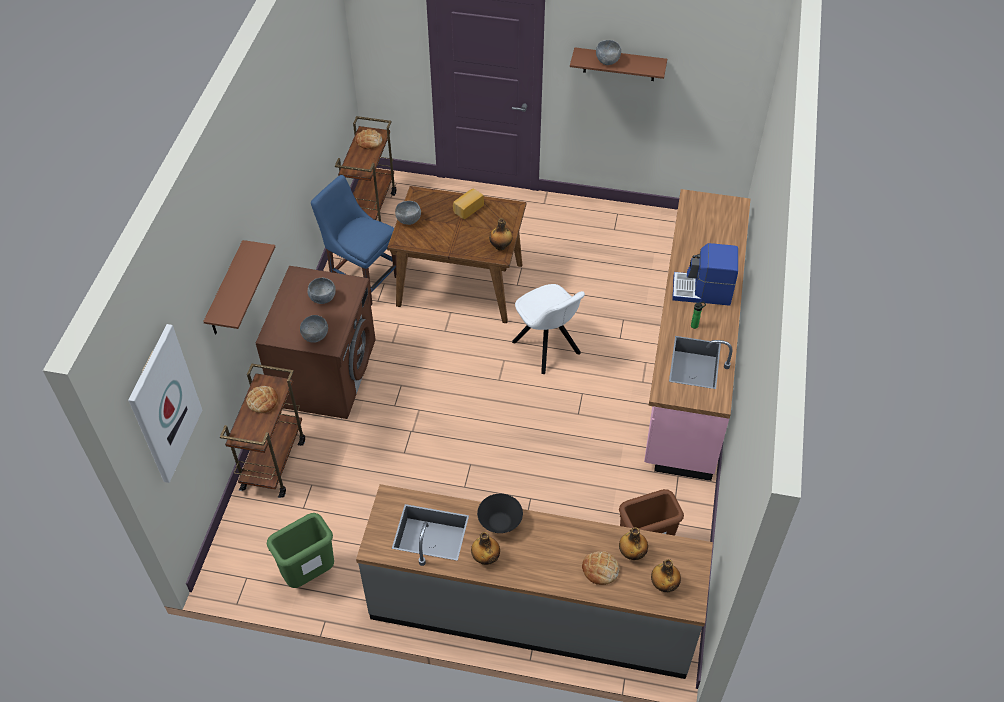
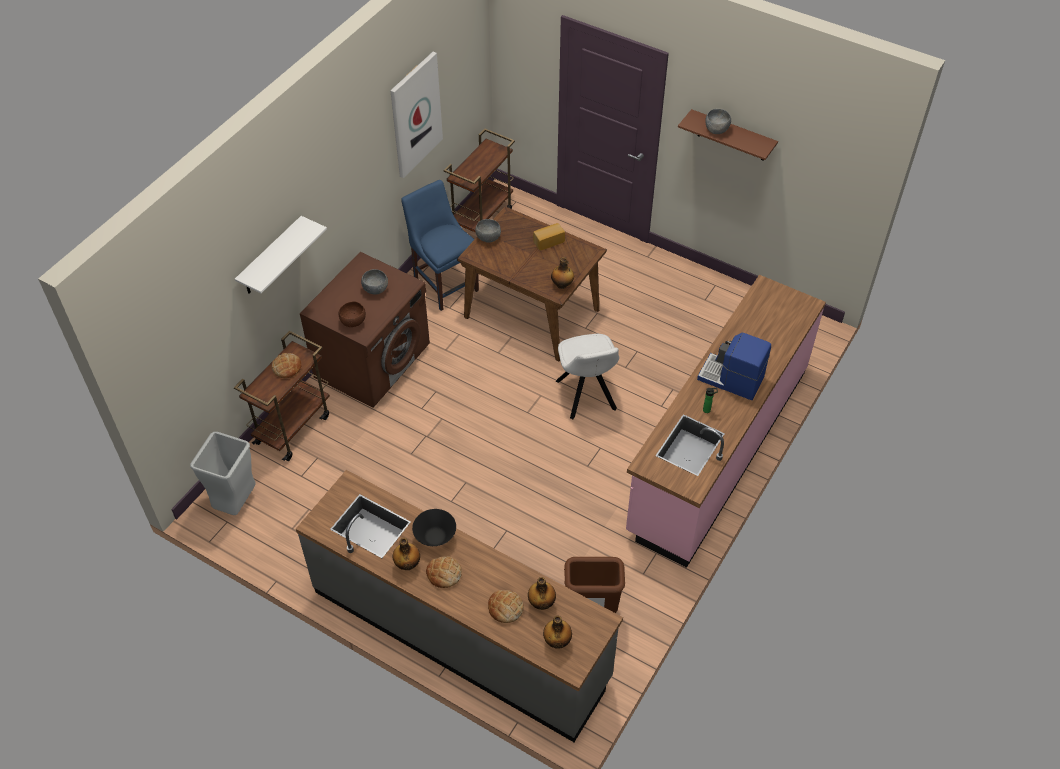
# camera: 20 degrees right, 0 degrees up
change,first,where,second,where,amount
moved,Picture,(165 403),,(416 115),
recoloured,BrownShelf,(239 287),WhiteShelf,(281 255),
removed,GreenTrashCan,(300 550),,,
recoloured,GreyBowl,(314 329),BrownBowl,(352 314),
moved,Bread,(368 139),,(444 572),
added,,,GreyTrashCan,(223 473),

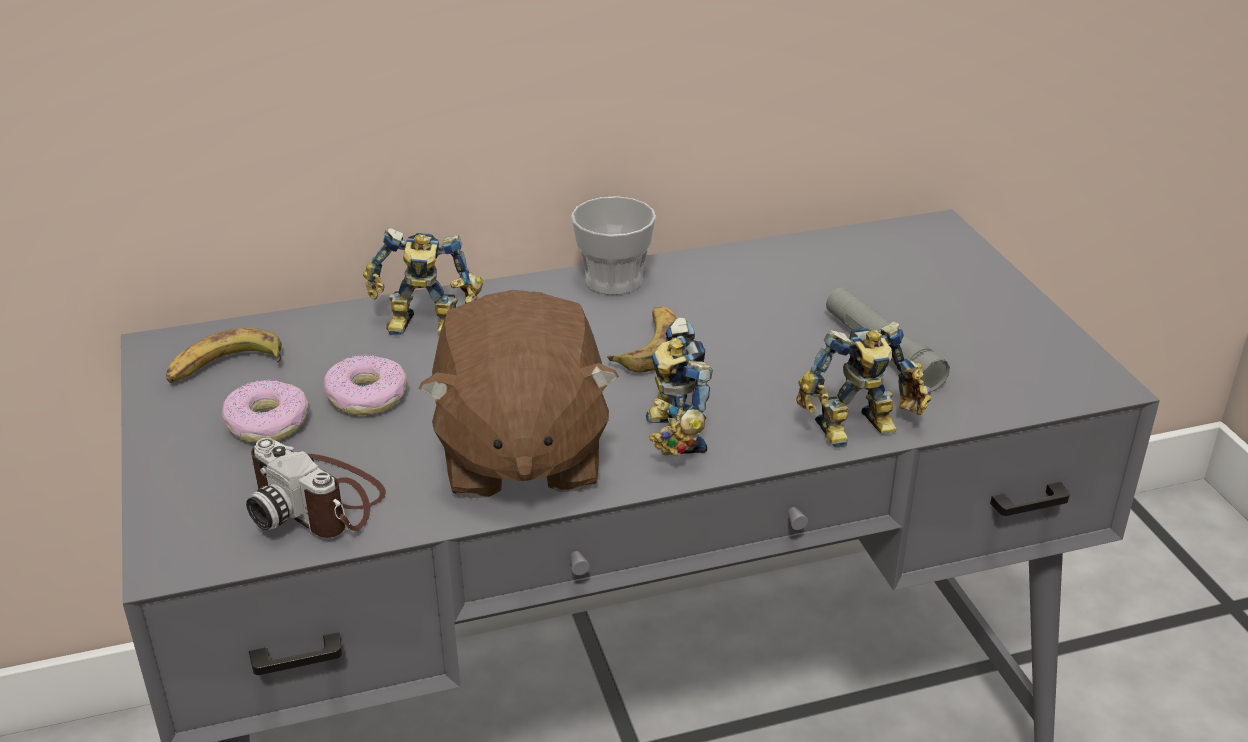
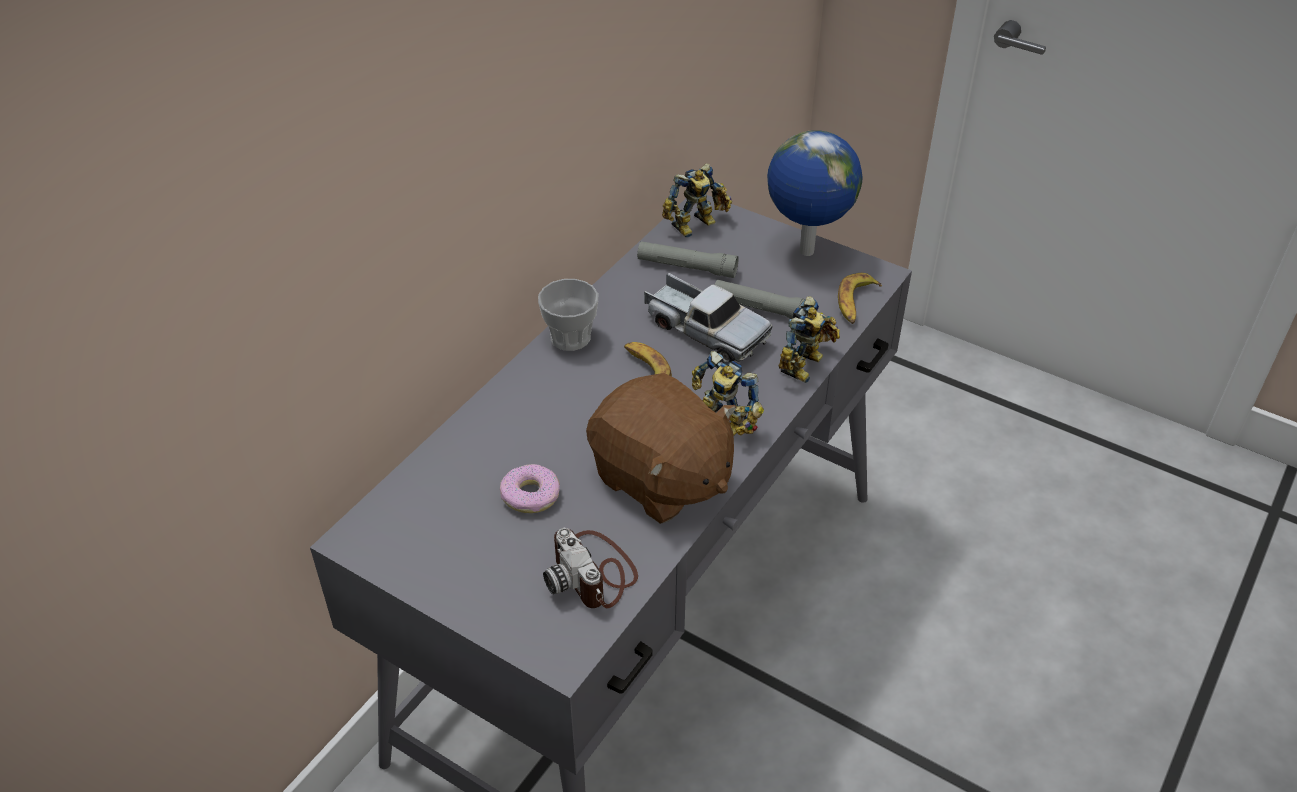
# camera: 40 degrees left, 10 degrees up
change,first,where,second,where,amount
moved,Banana,(224 355),,(860 298),
removed,Donut,(265 411),,,
turned,PhotoCamera,(316 488),,(590 568),60 degrees clockwise
moved,ToyRobot,(423 282),,(697 200),
added,,,GreyFlashlight,(688 259),
added,,,ToyTruck,(708 318),
added,,,Globe,(814 193),

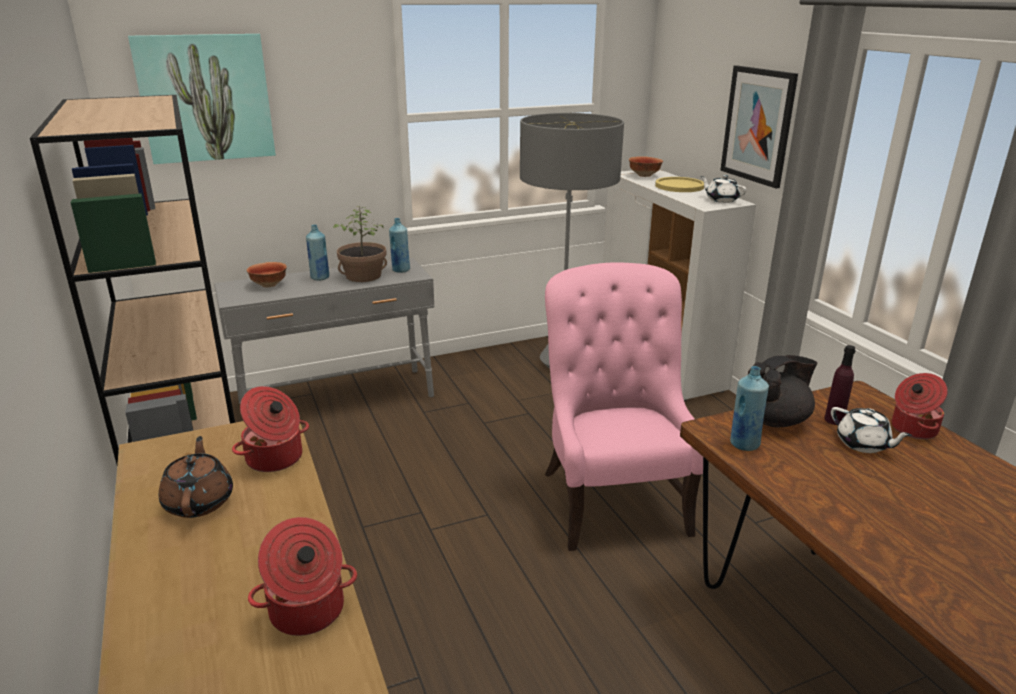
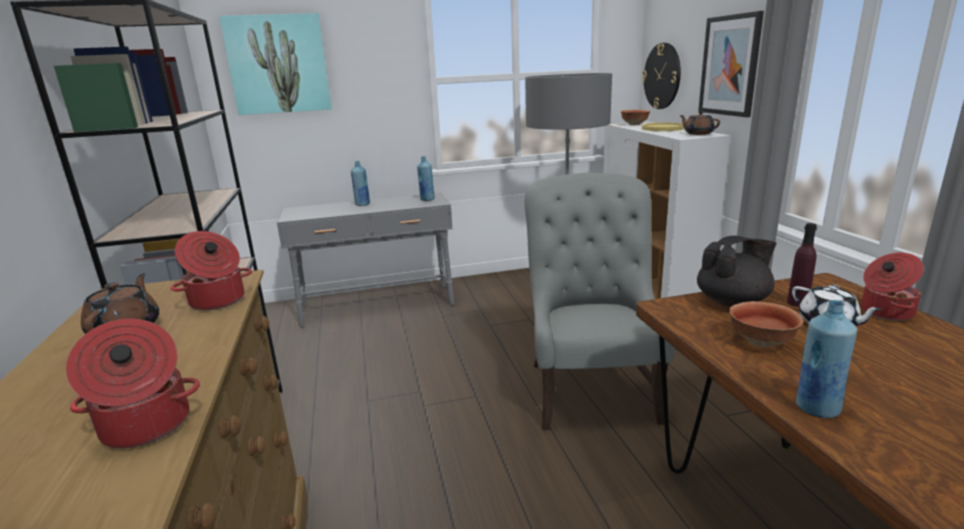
# camera: 10 degrees right, 5 degrees down
change,first,where,second,where,amount
moved,Bowl,(267 274),,(766 324),
removed,PottedPlant,(360 244),,,
recoloured,PinkChair,(624 407),GreyChair,(600 301),
recoloured,WhiteTeapot,(723 189),BrownTeapot,(699 123),
moved,BlueBottle,(749 408),,(826 359),
added,,,WallClock,(661 76),

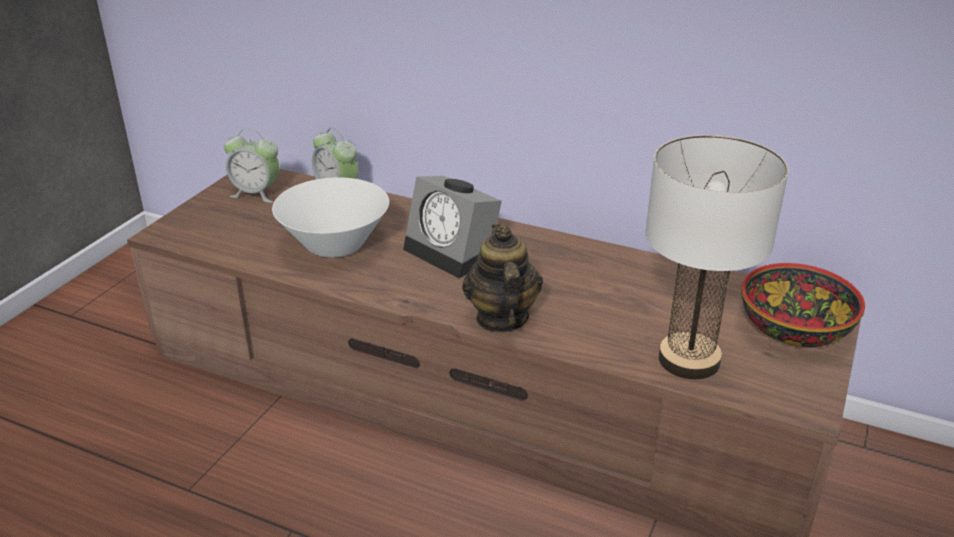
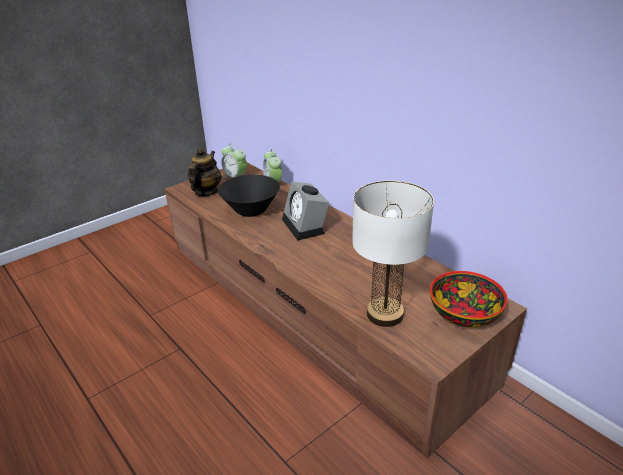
# camera: 25 degrees right, 0 degrees up
change,first,where,second,where,amount
recoloured,WhiteBowl,(330 217),BlackBowl,(249 196),
moved,Teapot,(502 278),,(205 172),

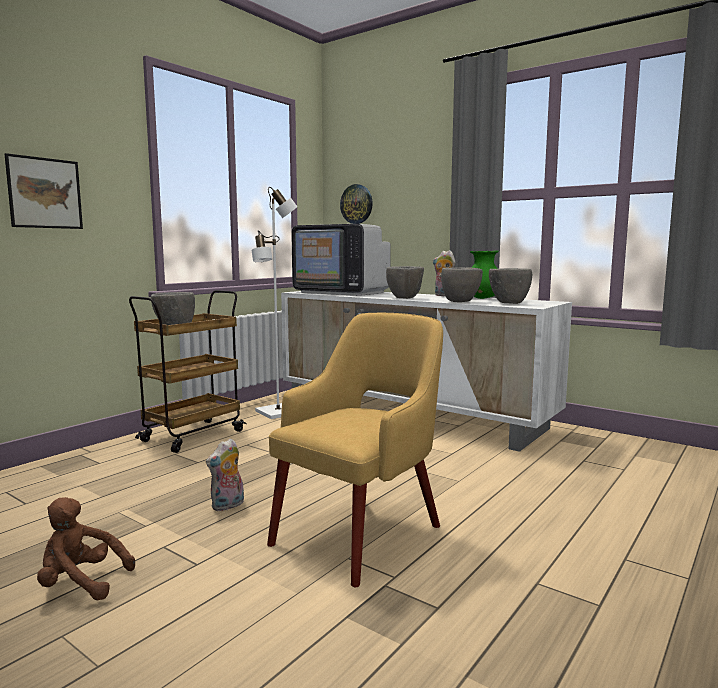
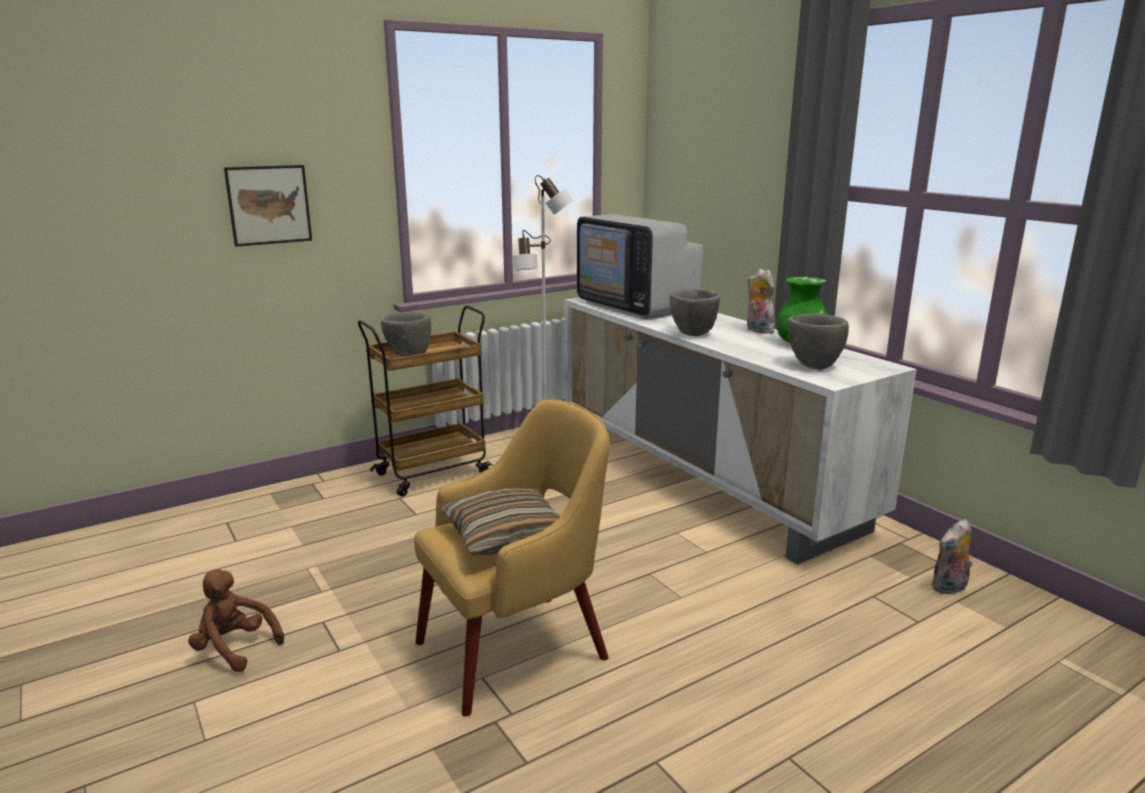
# camera: 20 degrees right, 10 degrees up
change,first,where,second,where,amount
moved,PlushToy,(225 474),,(952 556),
removed,WallClock,(356 204),,,
removed,GreyBowl,(462 284),,,
added,,,Pillow,(500 522),

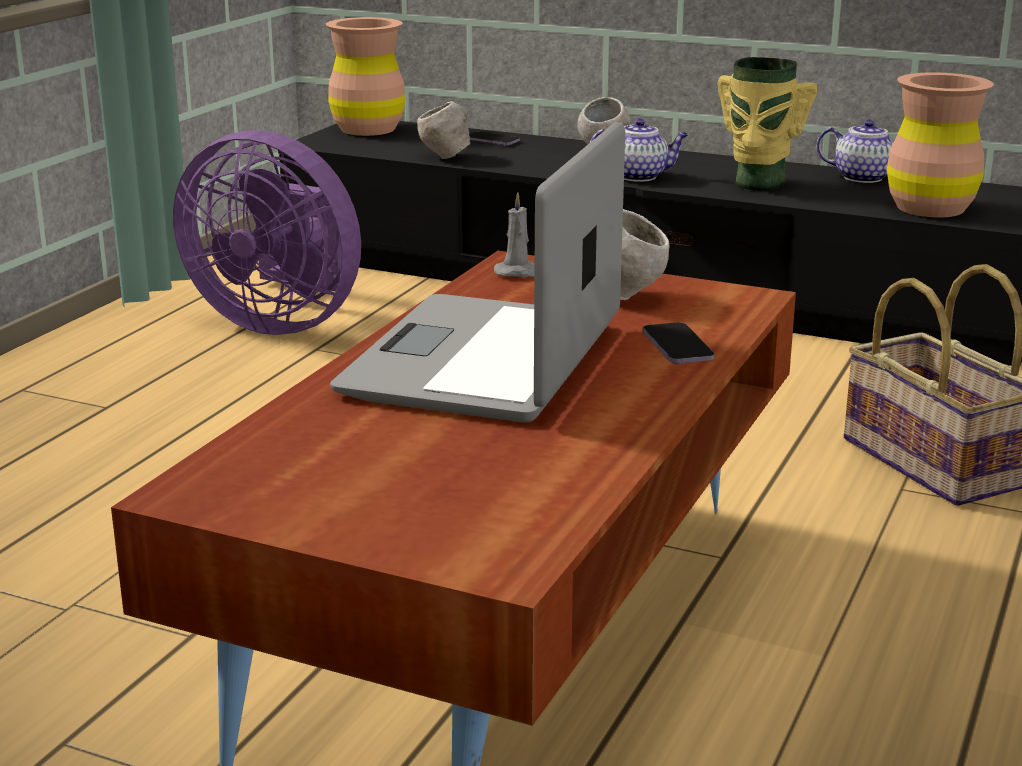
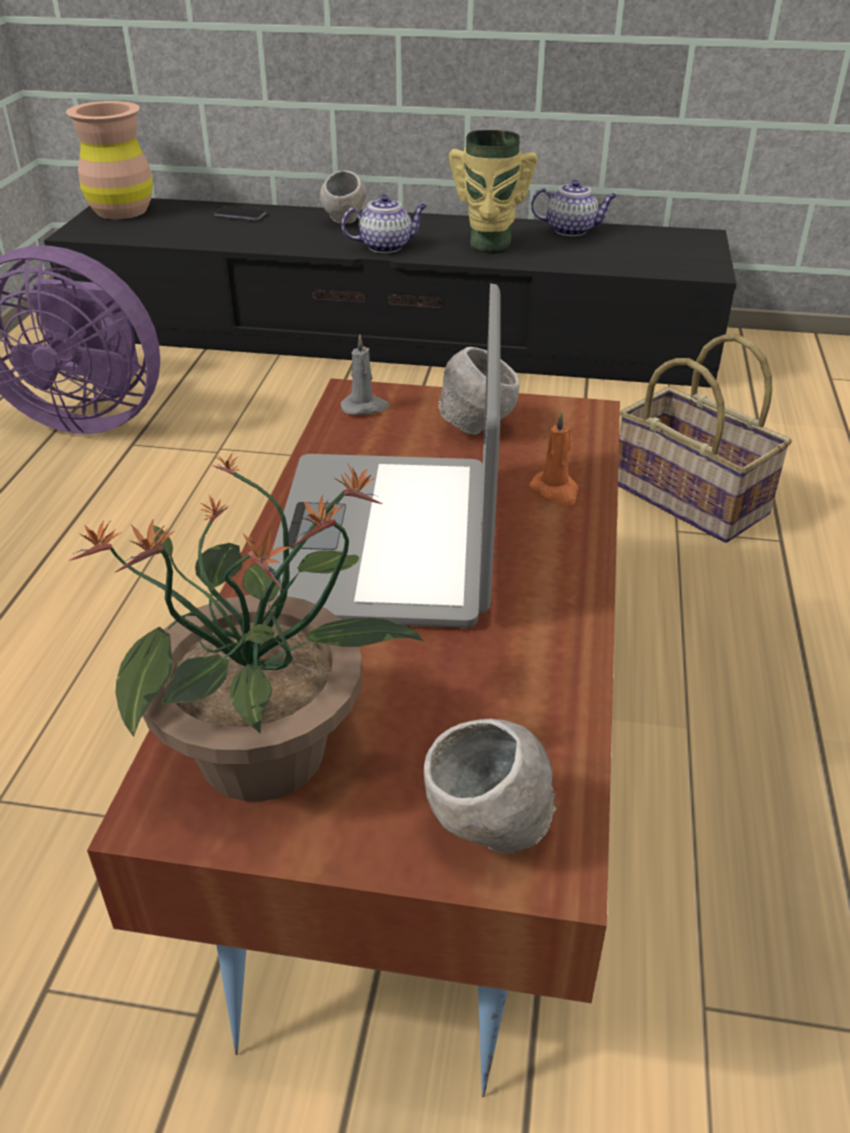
# camera: 15 degrees left, 15 degrees up
change,first,where,second,where,amount
moved,GreyBowl,(444 130),,(490 785),
replaced,Phone,(679 343),OrangeCandle,(554 458),
removed,BrownVase,(940 144),,,
added,,,PottedPlant,(246 626),

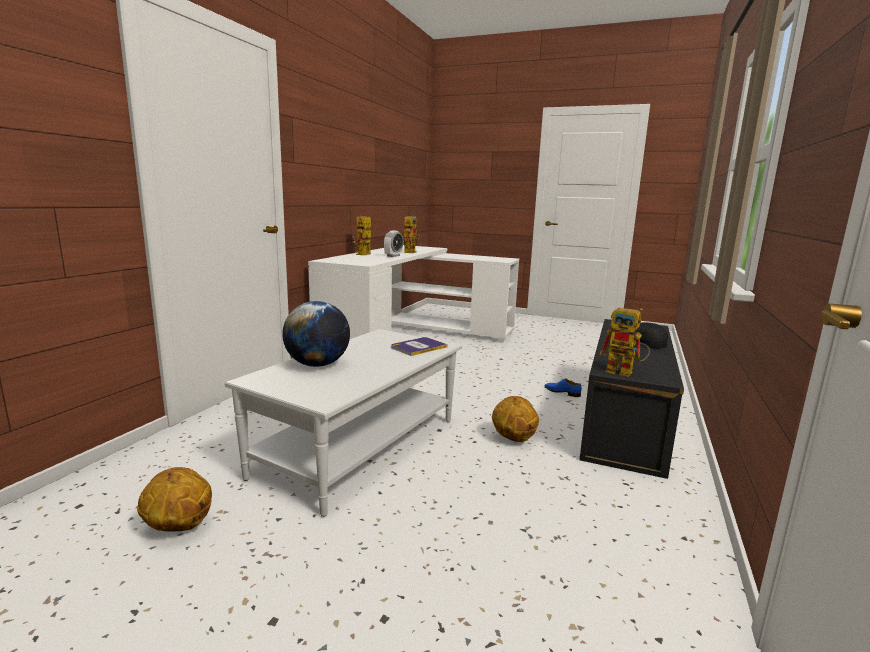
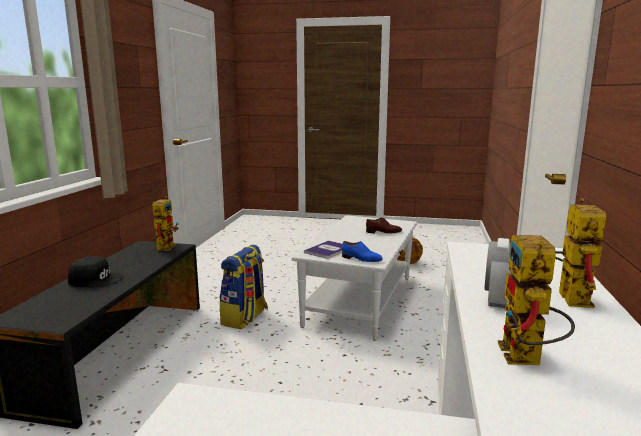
# camera: 170 degrees right, 0 degrees up
change,first,where,second,where,amount
replaced,Globe,(316 334),BrownShoe,(384 225),
replaced,Basketball,(515 419),Backpack,(244 287),
moved,BlueShoe,(563 387),,(362 251),
turned,ToyRobot,(625 342),,(165 223),75 degrees clockwise

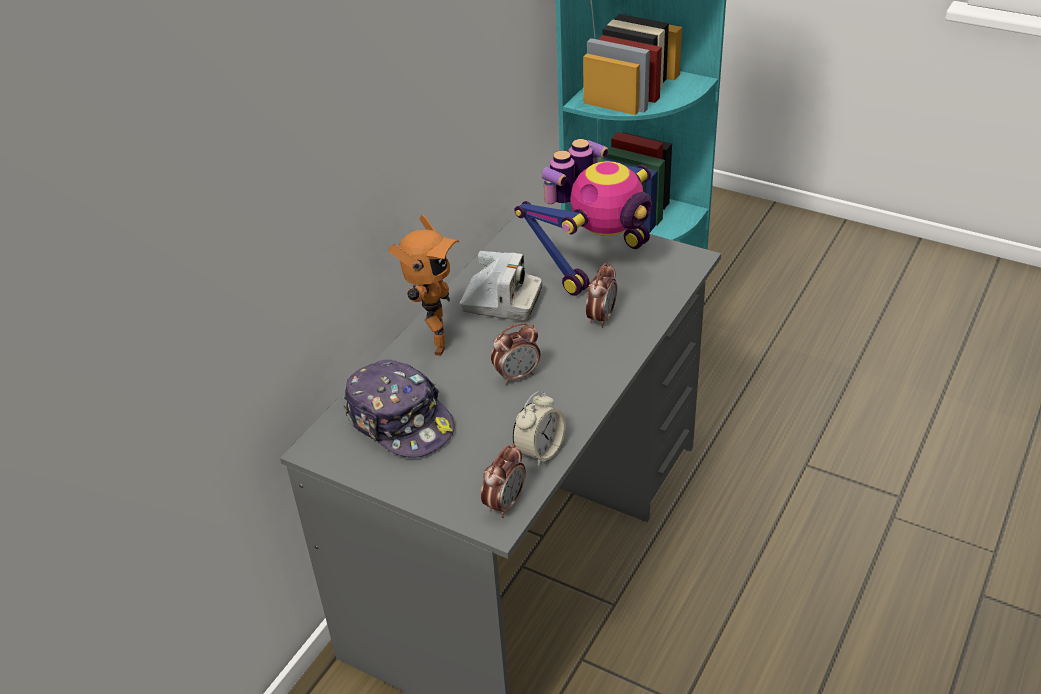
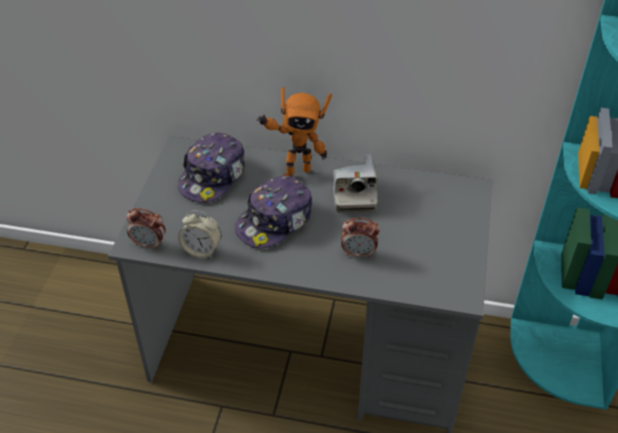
# camera: 70 degrees right, 5 degrees up
change,first,where,second,where,amount
replaced,AlarmClock,(515 354),Cap,(273 212),
removed,ToyRobot,(583 217),,,

